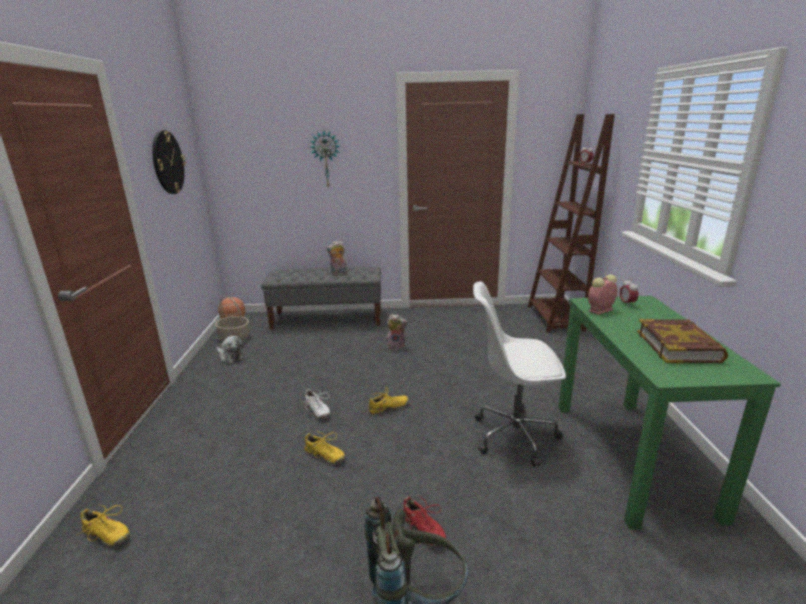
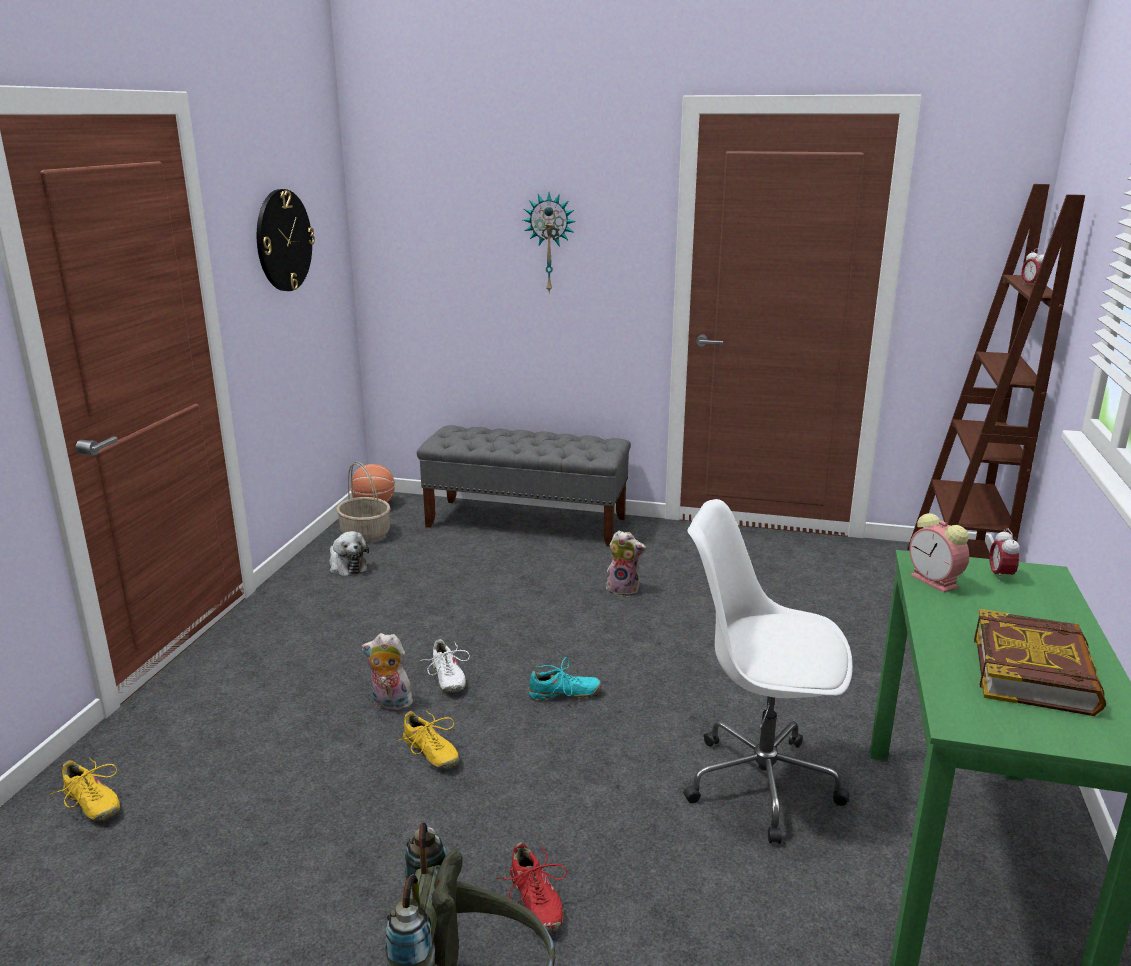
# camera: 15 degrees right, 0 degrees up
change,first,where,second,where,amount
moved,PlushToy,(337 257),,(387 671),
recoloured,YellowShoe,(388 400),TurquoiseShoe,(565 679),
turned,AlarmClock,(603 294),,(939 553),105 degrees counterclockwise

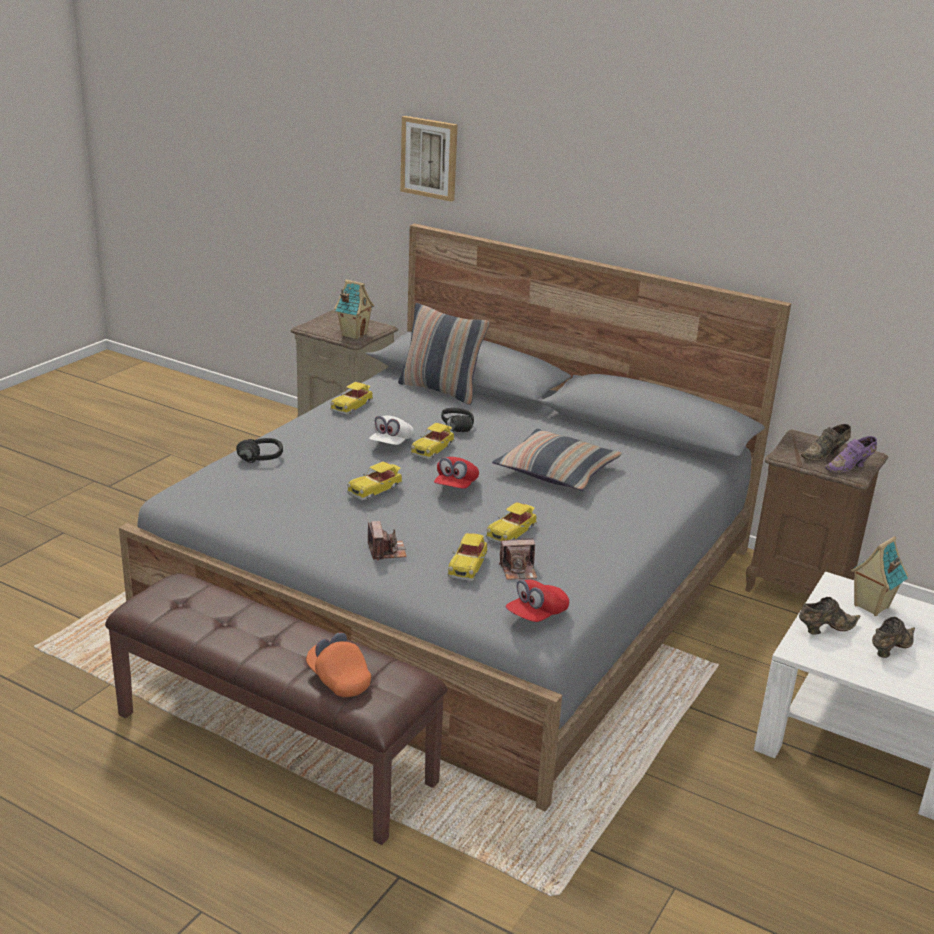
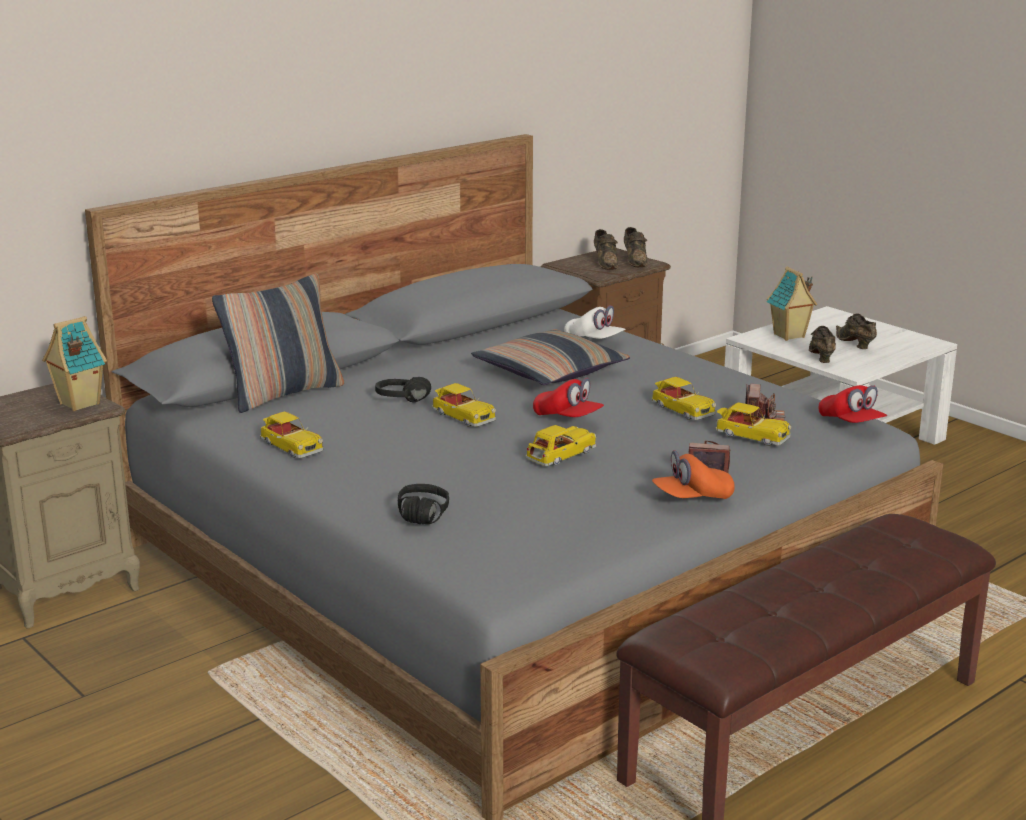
# camera: 70 degrees left, 5 degrees down
change,first,where,second,where,amount
moved,OrangeCap,(338 664),,(693 474),
turned,ToyCar,(375 481),,(561 445),105 degrees counterclockwise
moved,WhiteCap,(391 430),,(595 322),
removed,Picture,(429 159),,,
recoloured,PurpleShoe,(851 454),BrownShoe,(635 247),

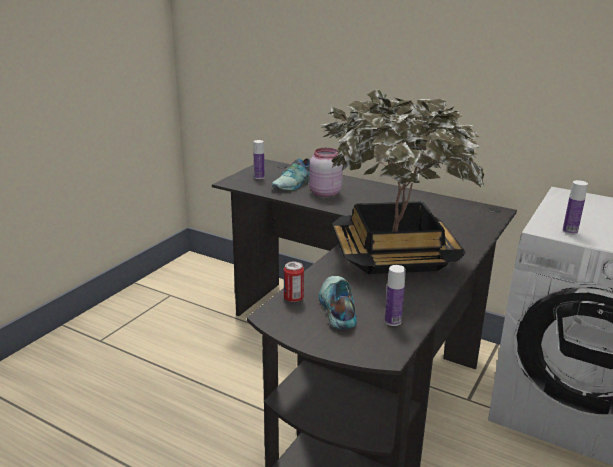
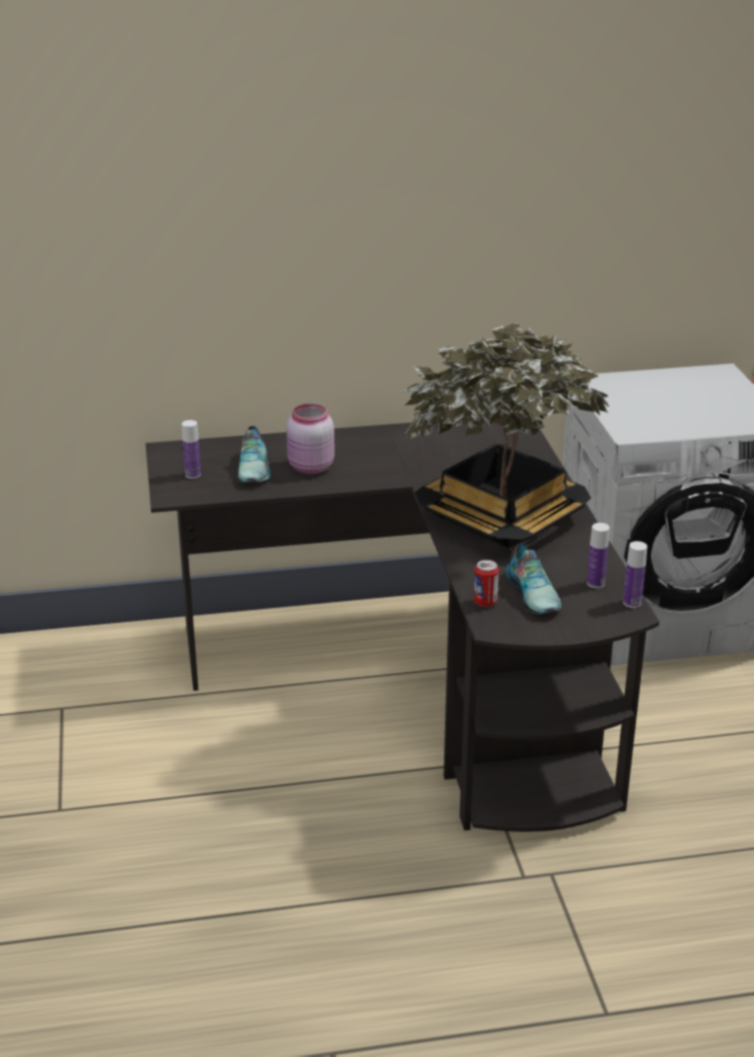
# camera: 40 degrees left, 5 degrees up
change,first,where,second,where,amount
turned,Shoe,(338 302),,(533 578),150 degrees counterclockwise
moved,Bottle,(575 207),,(635 574),

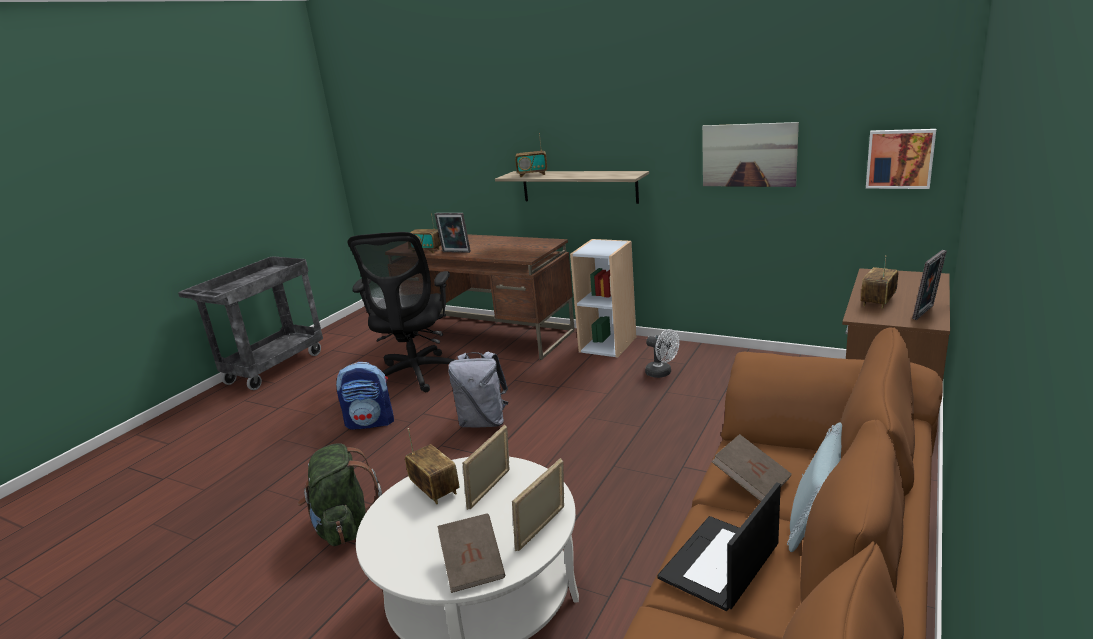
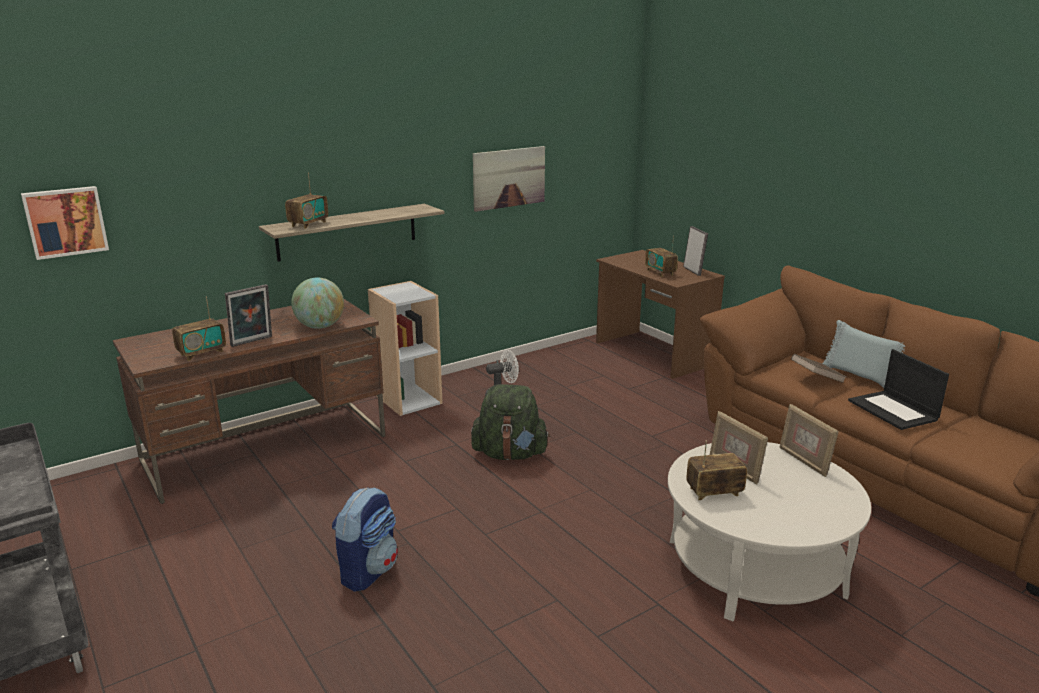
# camera: 65 degrees left, 0 degrees up
change,first,where,second,where,amount
moved,GreenBackpack,(340 494),,(510 422),
removed,BlackOfficeChair,(401 312),,,
removed,BrownBook,(471 553),,,
removed,GreyBackpack,(478 389),,,
moved,Picture,(901 159),,(65 223),
added,,,Globe,(317 303),

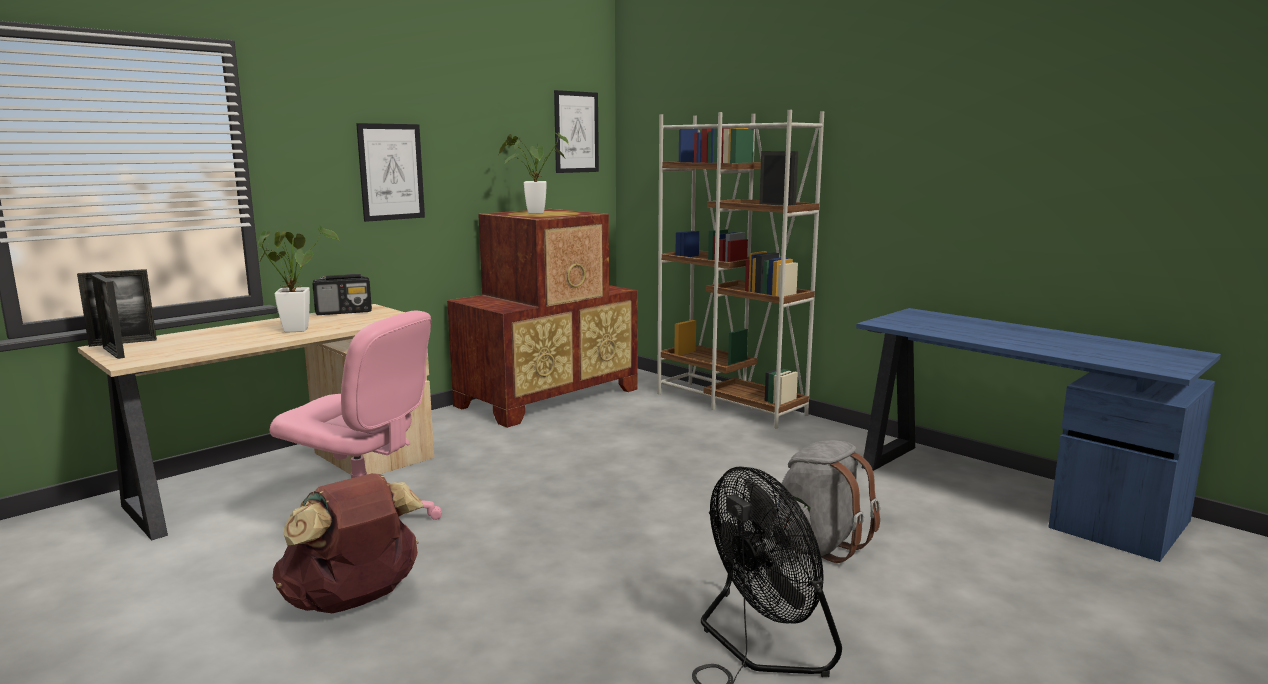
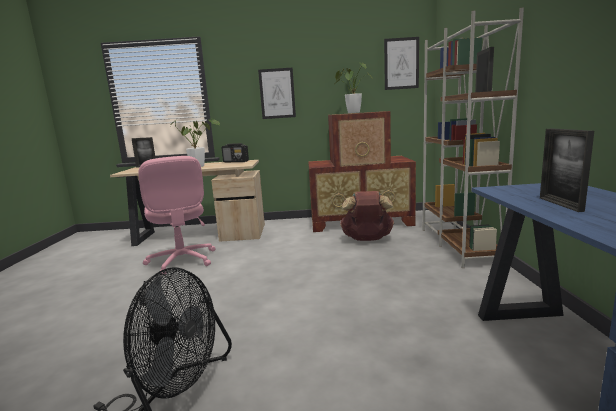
# camera: 45 degrees right, 0 degrees up
change,first,where,second,where,amount
moved,PictureFrame,(108 316),,(567 170),
moved,BrownBackpack,(348 543),,(367 216),
removed,GreyBackpack,(827 501),,,

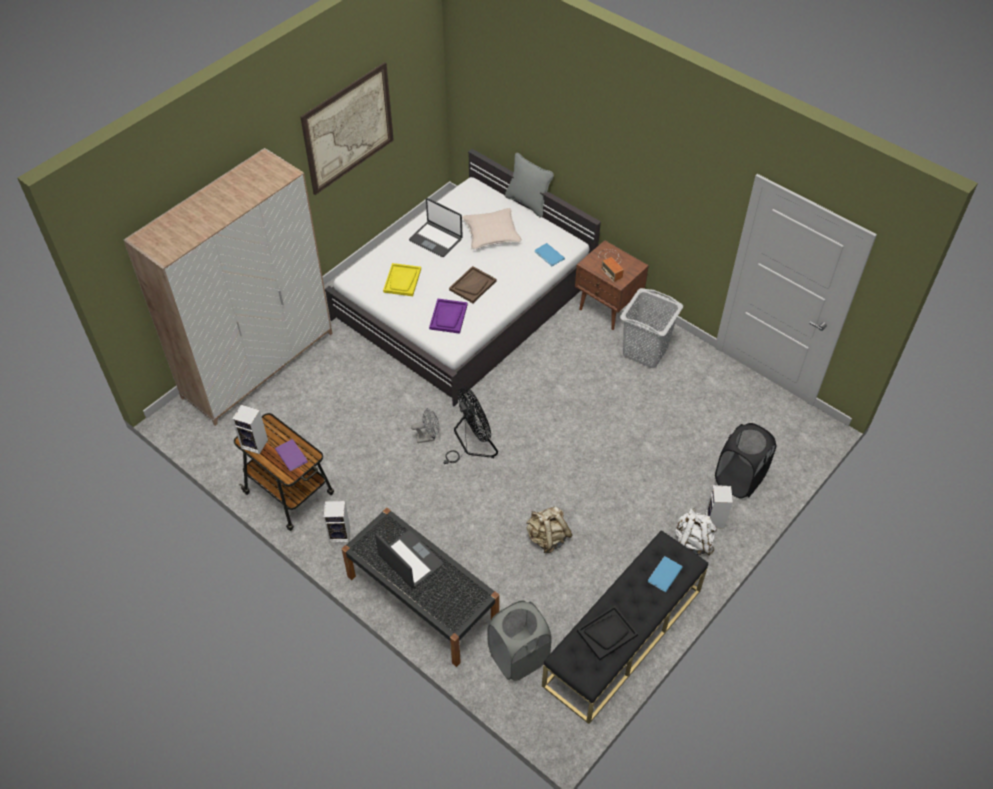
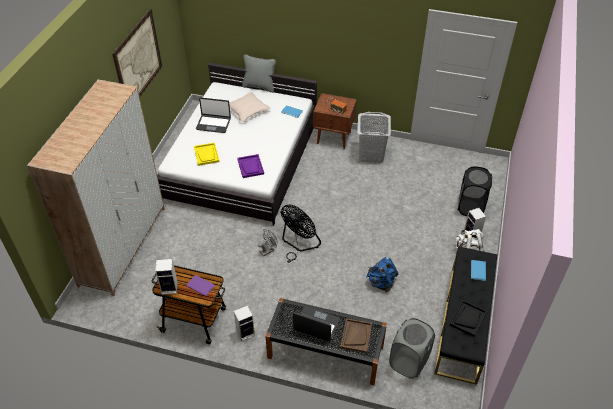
# camera: 25 degrees left, 5 degrees down
change,first,where,second,where,amount
moved,BrownTray,(472 284),,(356 335),
recoloured,BeigeBackpack,(549 529),BlueBackpack,(382 274),

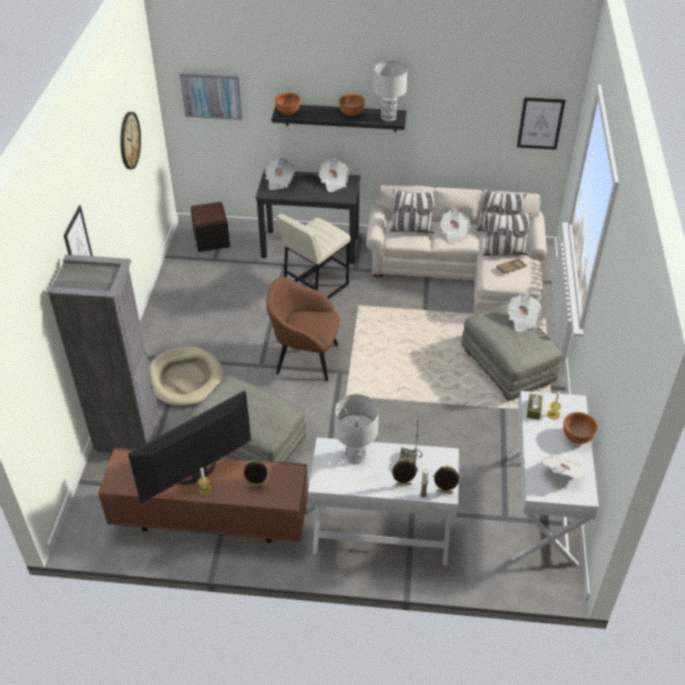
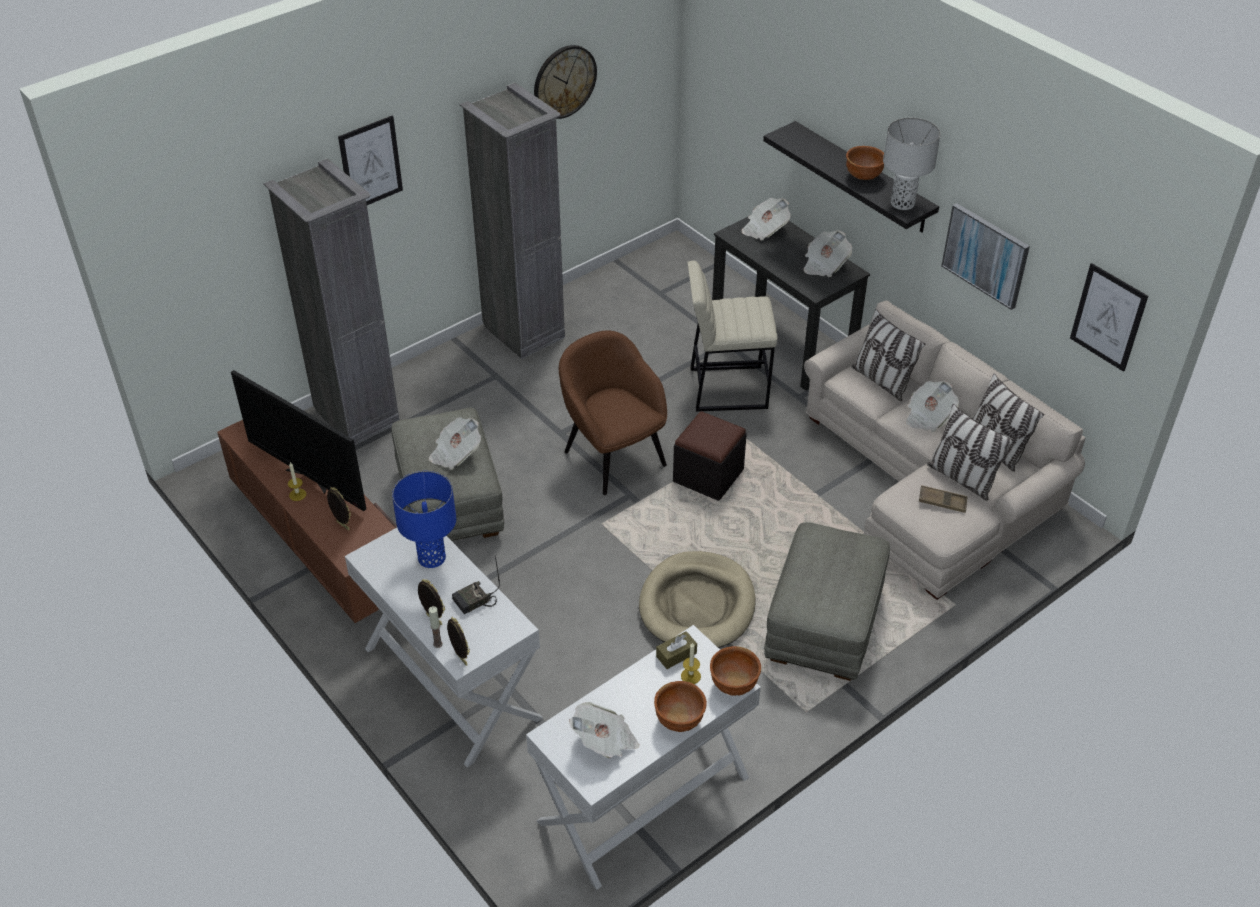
# camera: 45 degrees right, 0 degrees up
change,first,where,second,where,amount
turned,Television,(189 446),,(298 440),150 degrees counterclockwise
moved,BeigeDogBed,(186 376),,(697 599),
moved,Picture,(211 96),,(985 256),
moved,BlackOttoman,(210 227),,(710 456),
moved,BrownBowl,(288 103),,(735 671),
recoloured,WhiteTableLamp,(357 429),BlueTableLamp,(424 519),
moved,Newspaper,(524 312),,(455 443),
added,,,GreyCabinet,(512 220),

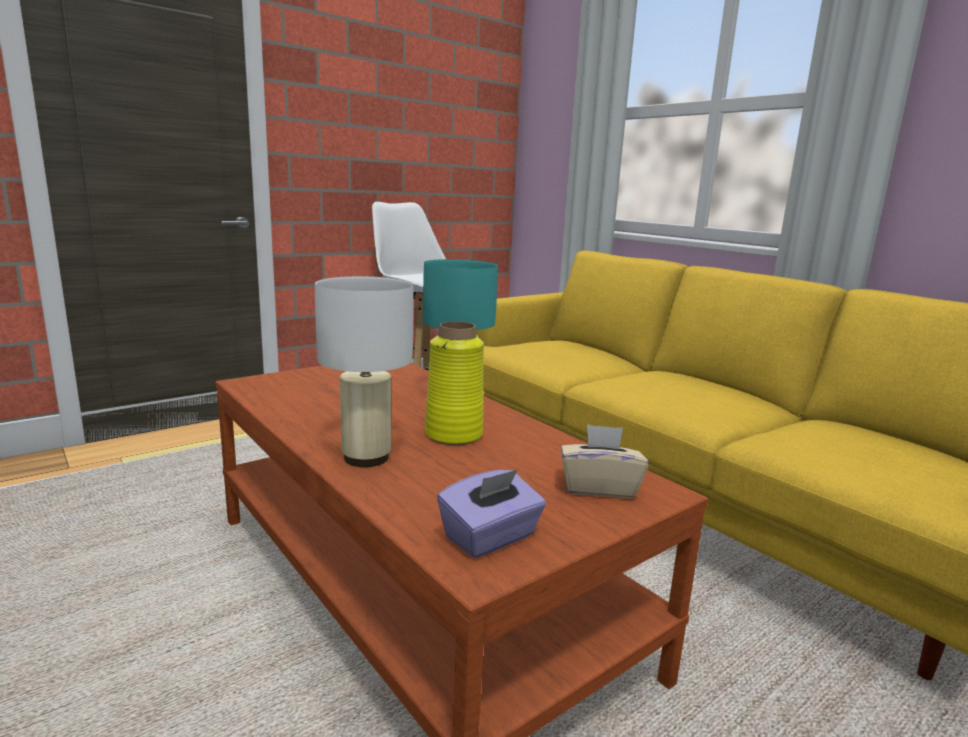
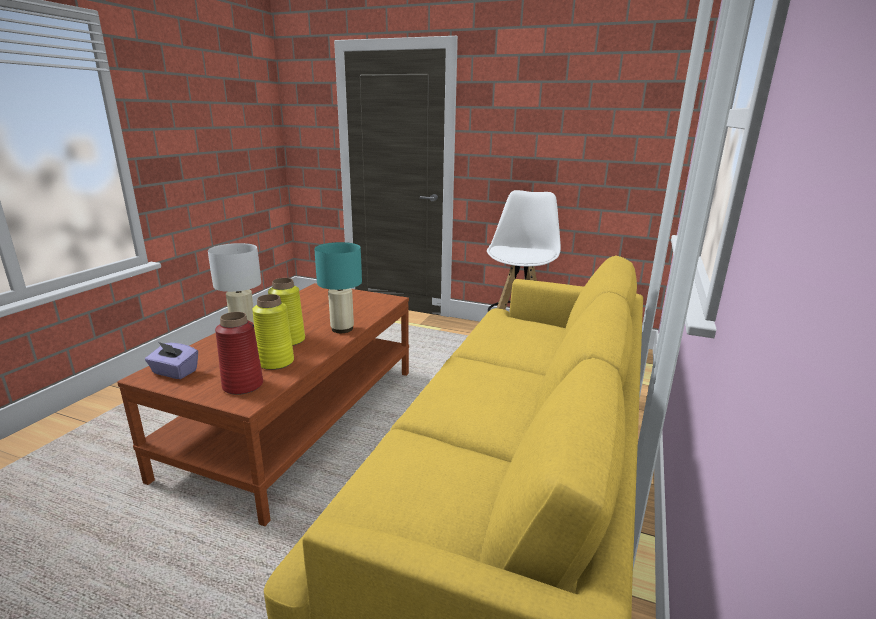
# camera: 60 degrees right, 5 degrees up
change,first,where,second,where,amount
replaced,BeigeTissueBox,(605 461),RedVase,(239 353),
added,,,YellowVase,(273 332),

